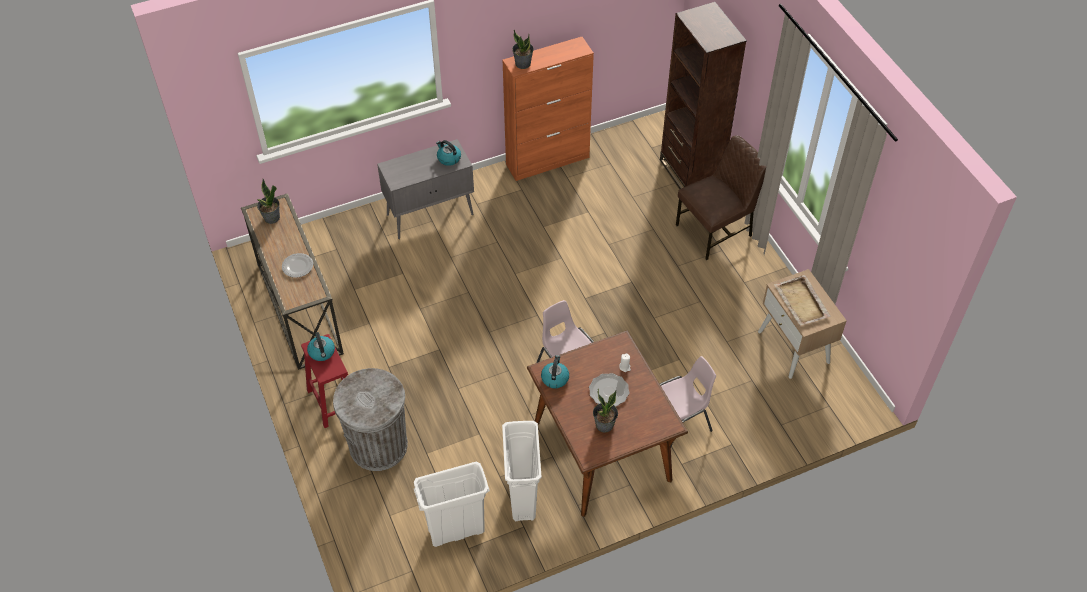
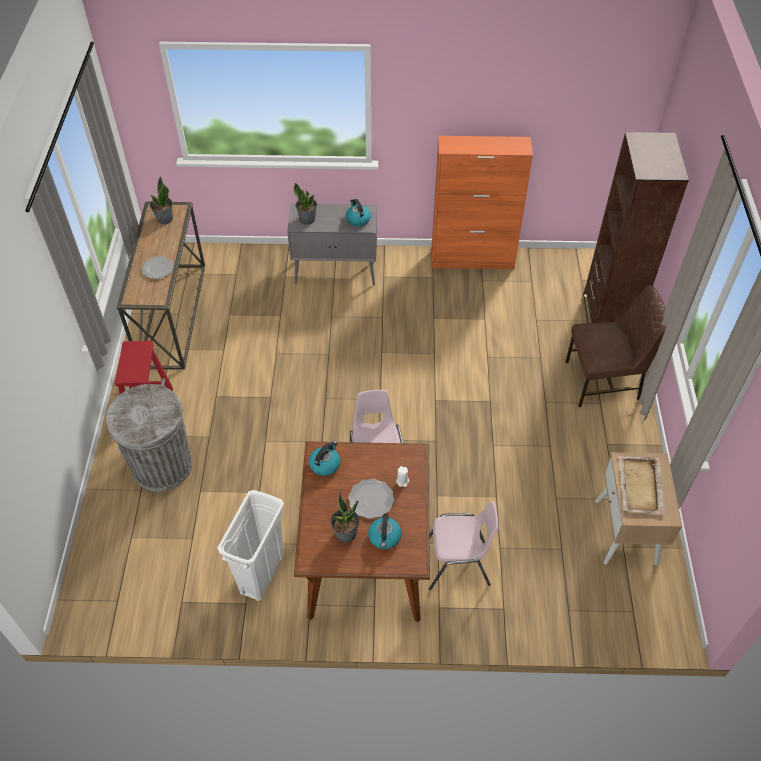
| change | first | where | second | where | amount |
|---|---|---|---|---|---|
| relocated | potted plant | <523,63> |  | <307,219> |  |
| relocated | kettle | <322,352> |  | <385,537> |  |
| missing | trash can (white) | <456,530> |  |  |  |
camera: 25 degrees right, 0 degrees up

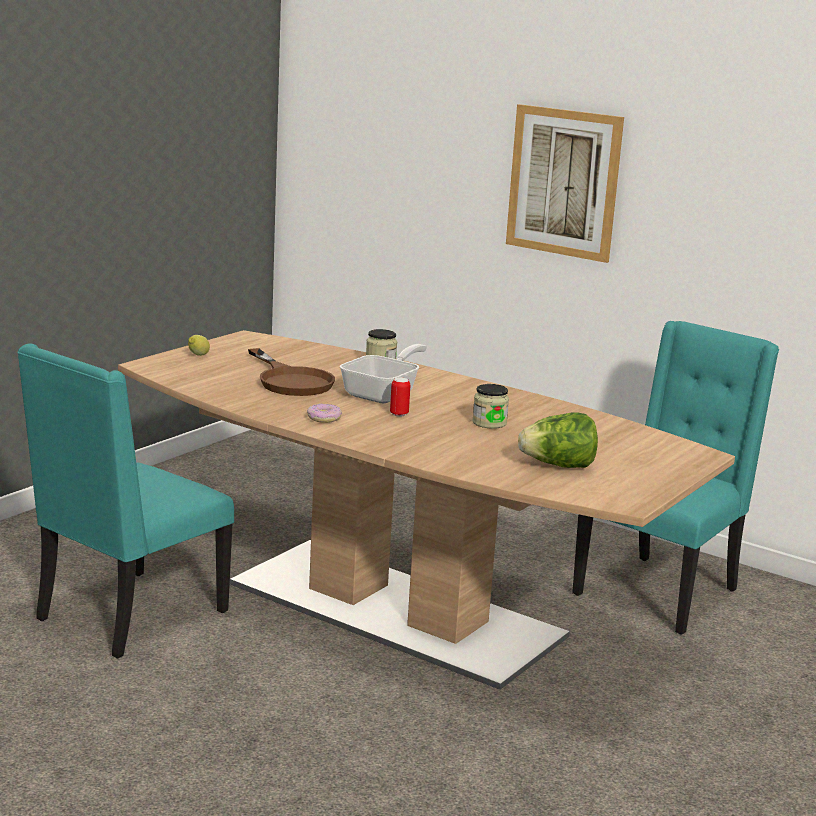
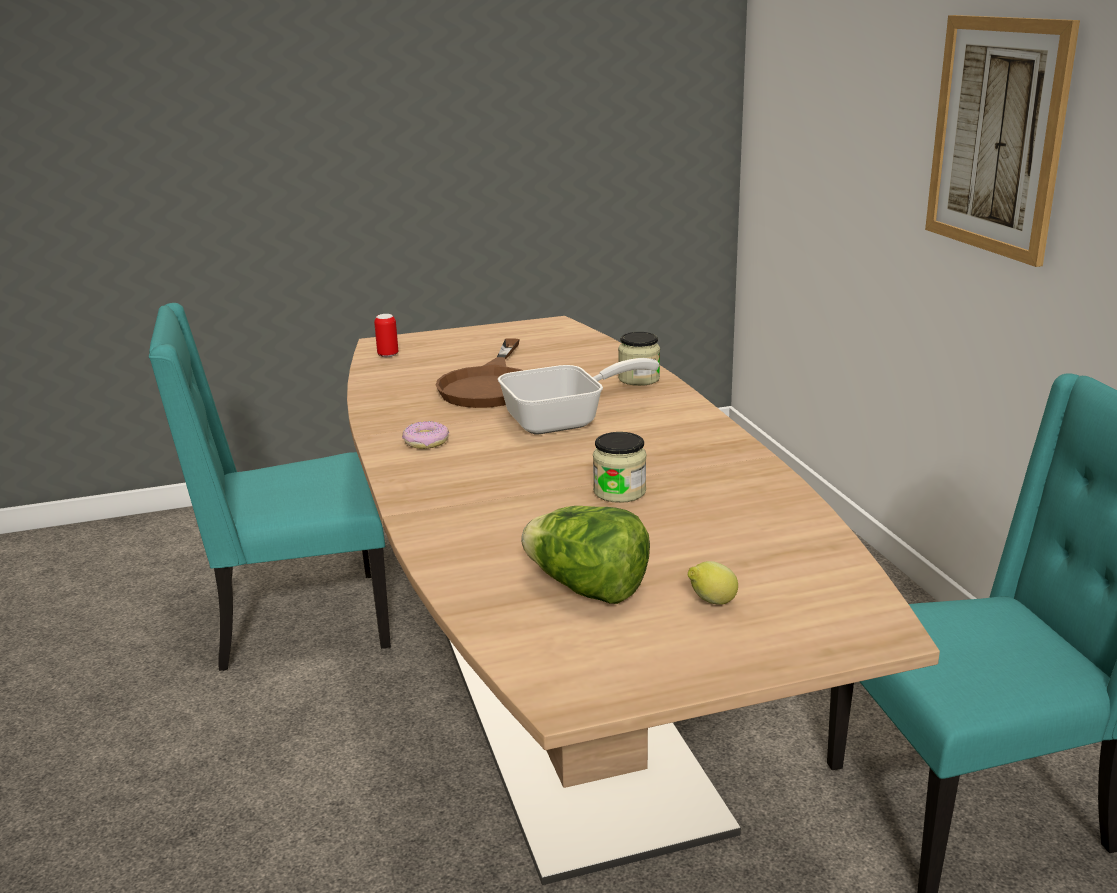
| change | first | where | second | where | amount |
|---|---|---|---|---|---|
| relocated | can | <399,414> |  | <388,355> |  |
| relocated | lemon | <197,355> |  | <711,603> |  |
camera: 40 degrees right, 5 degrees up

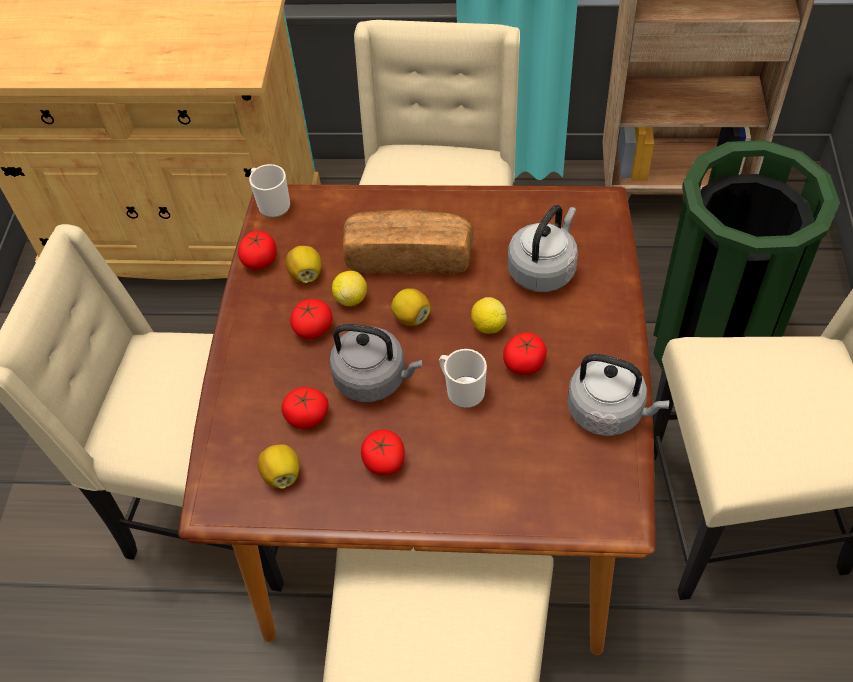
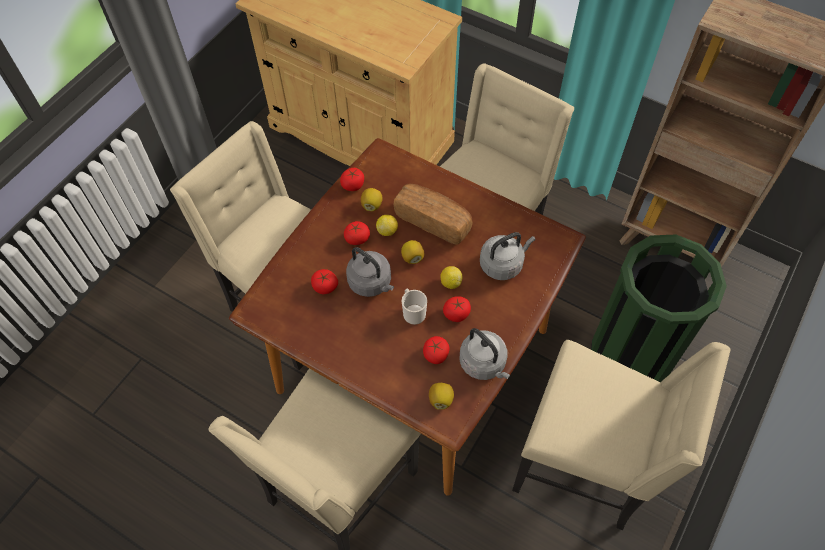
| change | first | where | second | where | amount |
|---|---|---|---|---|---|
| relocated | tomato | <384,461> |  | <435,354> |  |
| relocated | lemon | <282,474> |  | <441,399> |  |
| missing | mug | <271,204> |  |  |  |
camera: 25 degrees right, 5 degrees up

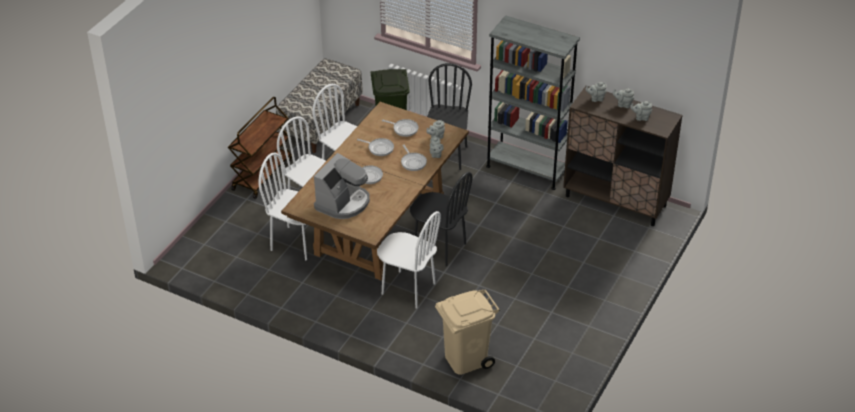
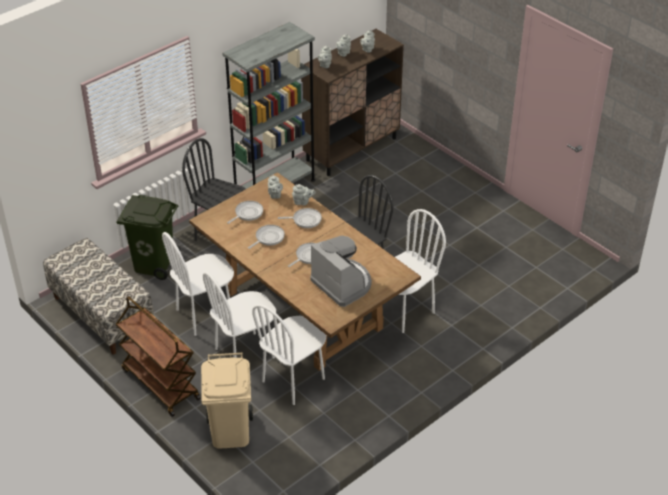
| change | first | where | second | where | amount |
|---|---|---|---|---|---|
| relocated | trash can (beige) | <465,358> |  | <229,432> |  |
camera: 70 degrees left, 0 degrees up

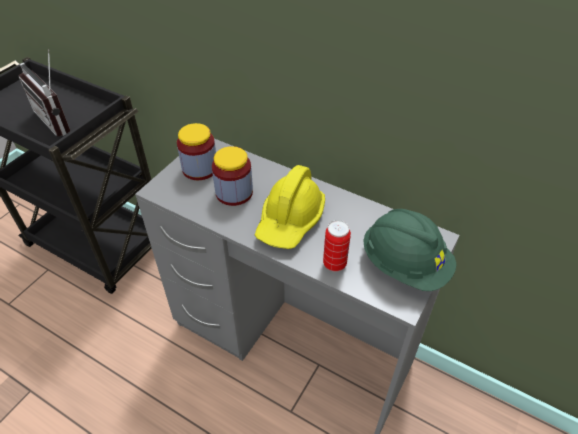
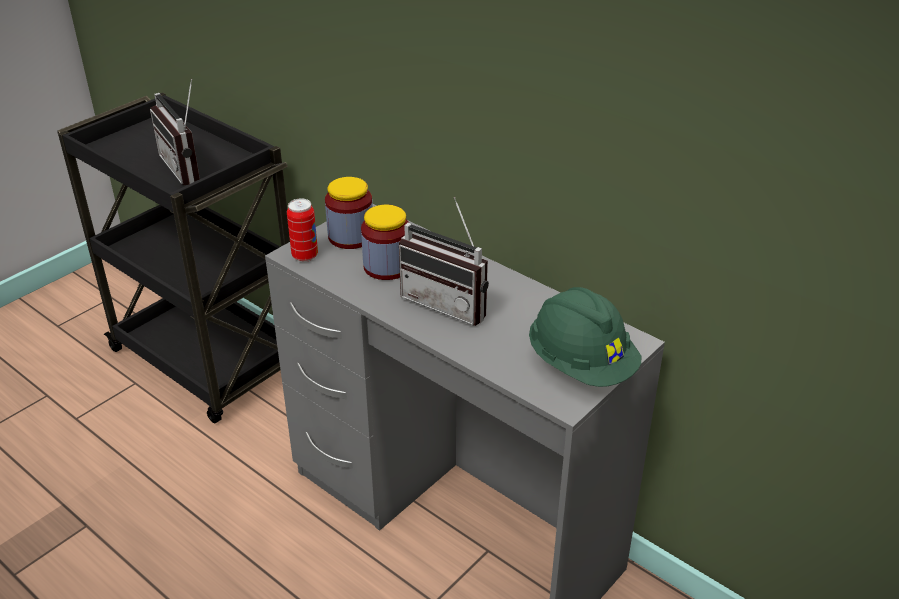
| change | first | where | second | where | amount |
|---|---|---|---|---|---|
| relocated | can | <334,264> |  | <305,256> |  |
| exchanged | hard hat (yellow) | <290,220> | radio | <450,303> |  |
camera: 10 degrees right, 10 degrees down

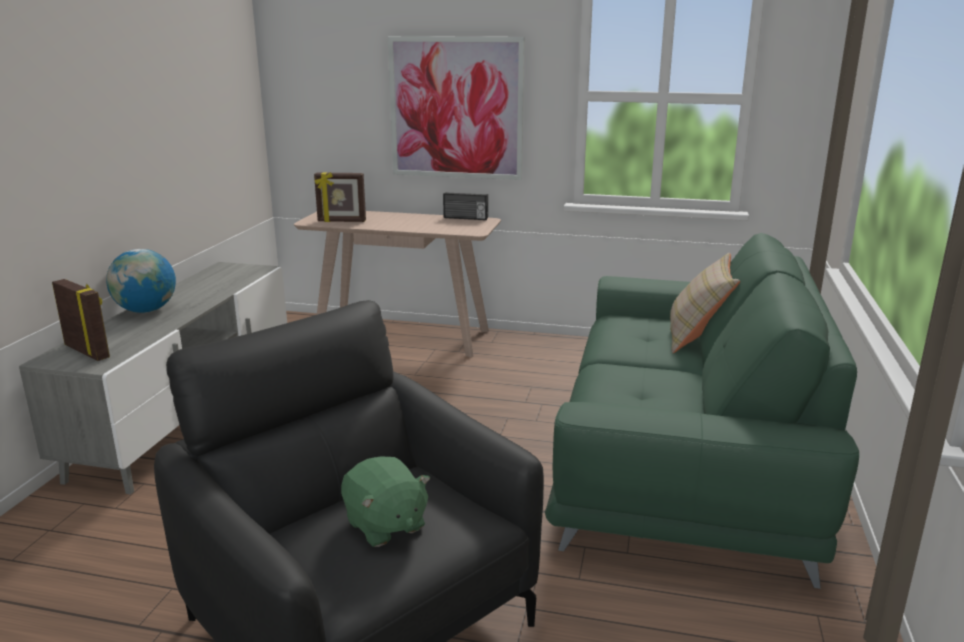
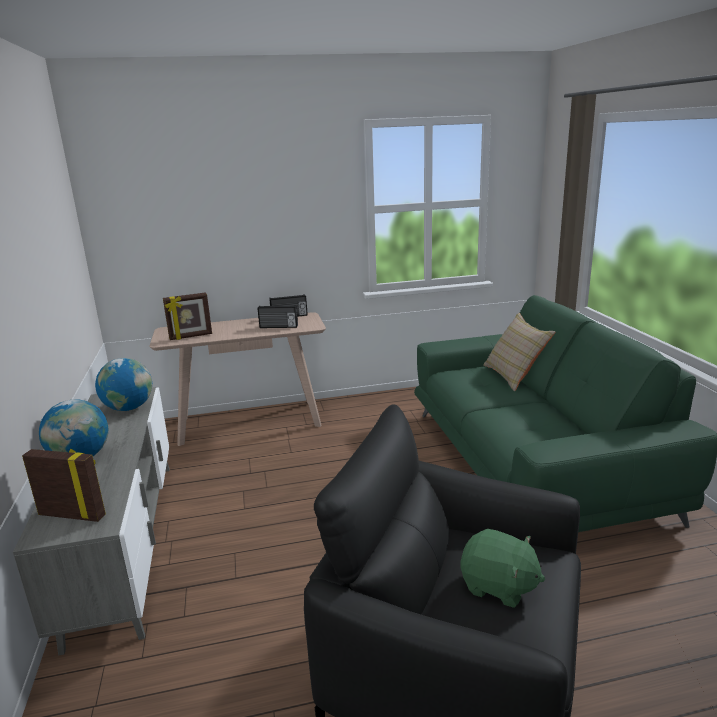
| change | first | where | second | where | amount |
|---|---|---|---|---|---|
| appeared |  |  | globe | <129,408> |  |
| appeared |  |  | radio | <278,327> |  |
| missing | picture | <456,108> |  |  |  |
camera: 25 degrees left, 0 degrees up

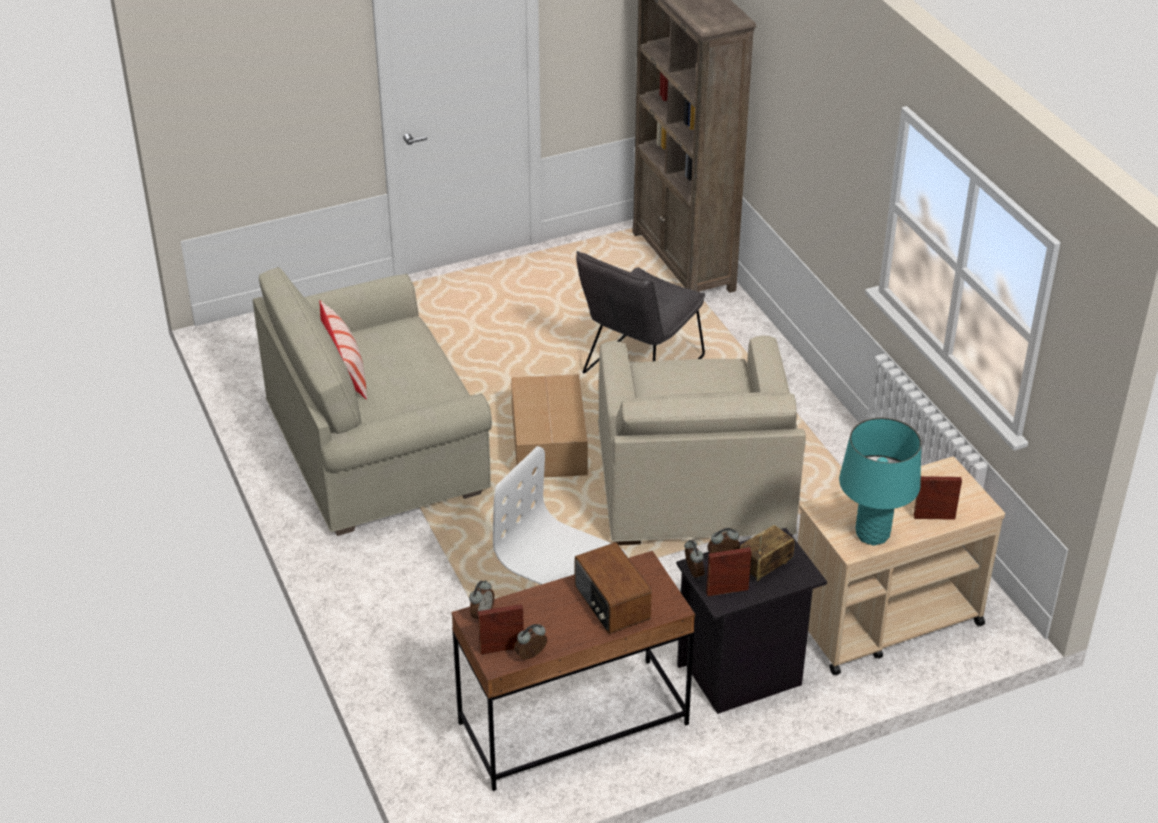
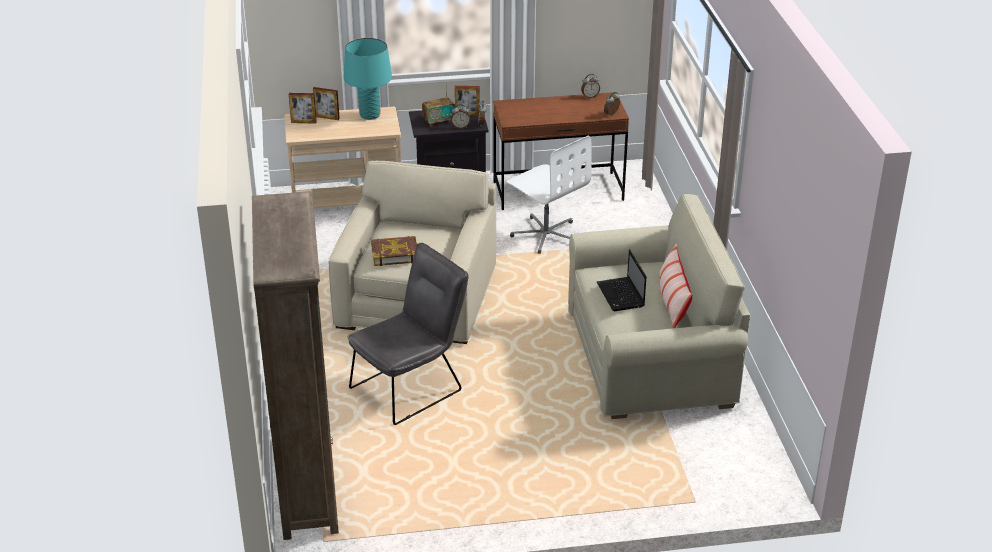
| change | first | where | second | where | amount |
|---|---|---|---|---|---|
| relocated | picture frame | <501,649> |  | <303,122> |  |
| appeared |  |  | book | <395,254> |  |
| appeared |  |  | laptop | <621,296> |  |
| missing | cardboard box | <548,444> |  |  |  |
| missing | radio | <611,603> |  |  |  |
camera: 165 degrees left, 5 degrees down

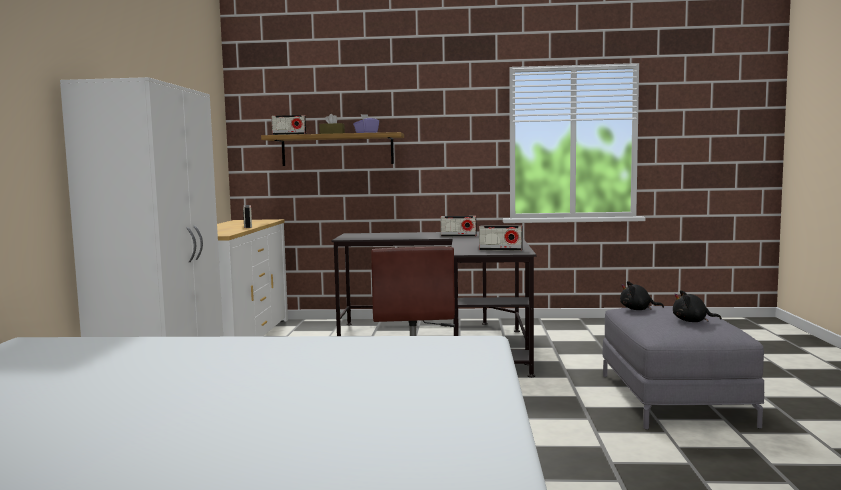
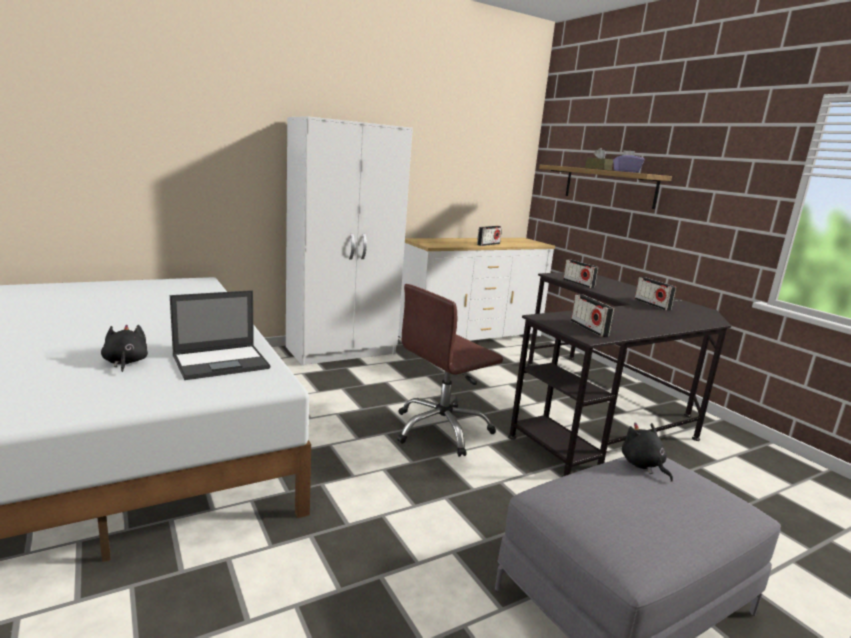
| change | first | where | second | where | amount |
|---|---|---|---|---|---|
| relocated | plush toy (black) | <692,321> |  | <125,362> |  |
| appeared |  |  | laptop | <222,362> |  |
| relocated | radio | <289,134> |  | <578,283> |  |
camera: 55 degrees right, 10 degrees up

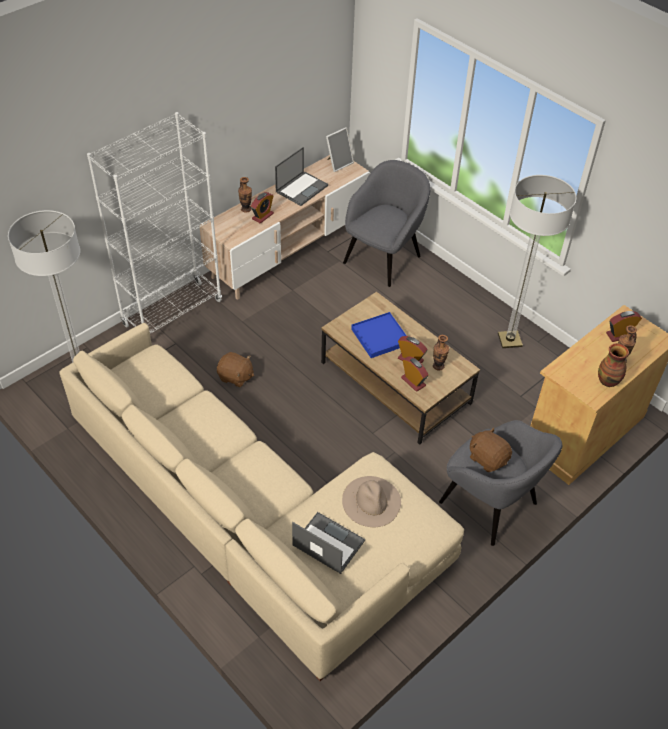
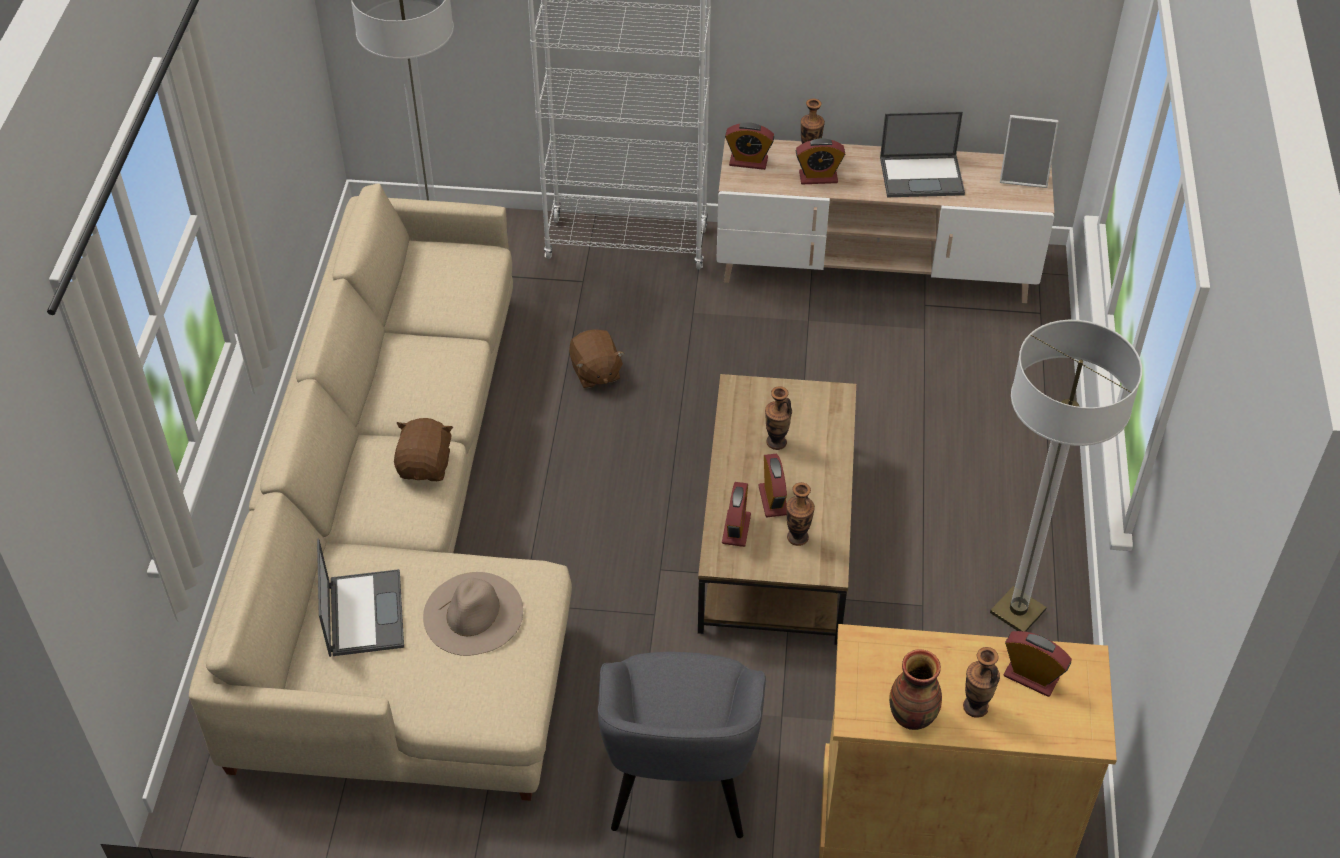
| change | first | where | second | where | amount |
|---|---|---|---|---|---|
| relocated | plush toy (brown) | <488,458> |  | <426,465> |  |
| appeared |  |  | alarm clock | <748,161> |  |
| exchanged | tray (blue) | <380,336> | vase | <776,442> |  |
| missing | armchair (grey) | <383,258> |  |  |  |
camera: 50 degrees right, 0 degrees up

